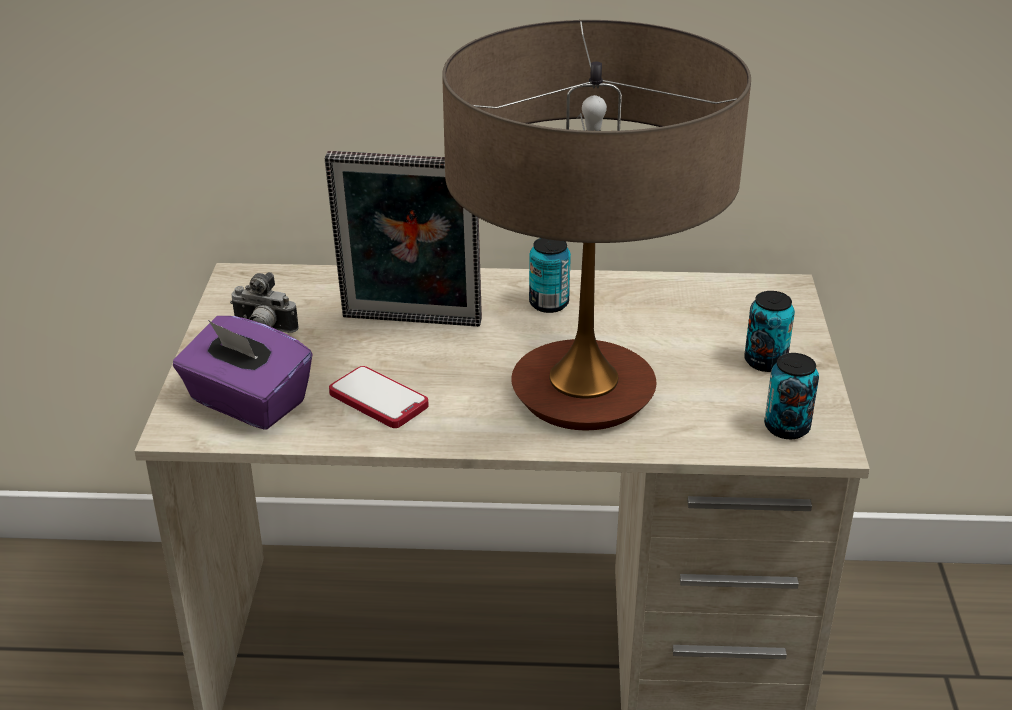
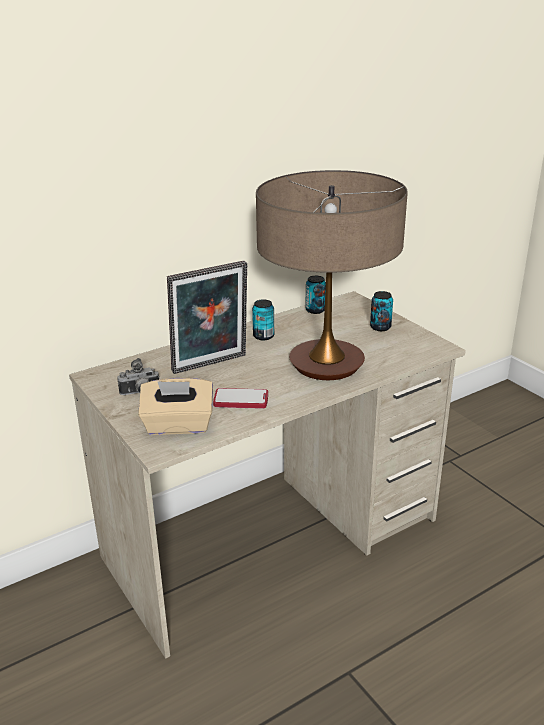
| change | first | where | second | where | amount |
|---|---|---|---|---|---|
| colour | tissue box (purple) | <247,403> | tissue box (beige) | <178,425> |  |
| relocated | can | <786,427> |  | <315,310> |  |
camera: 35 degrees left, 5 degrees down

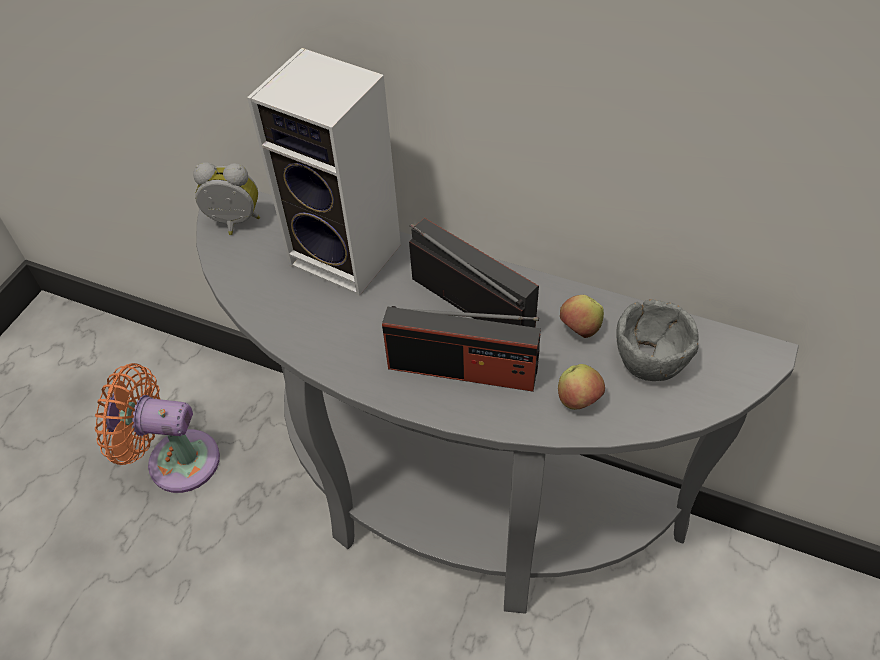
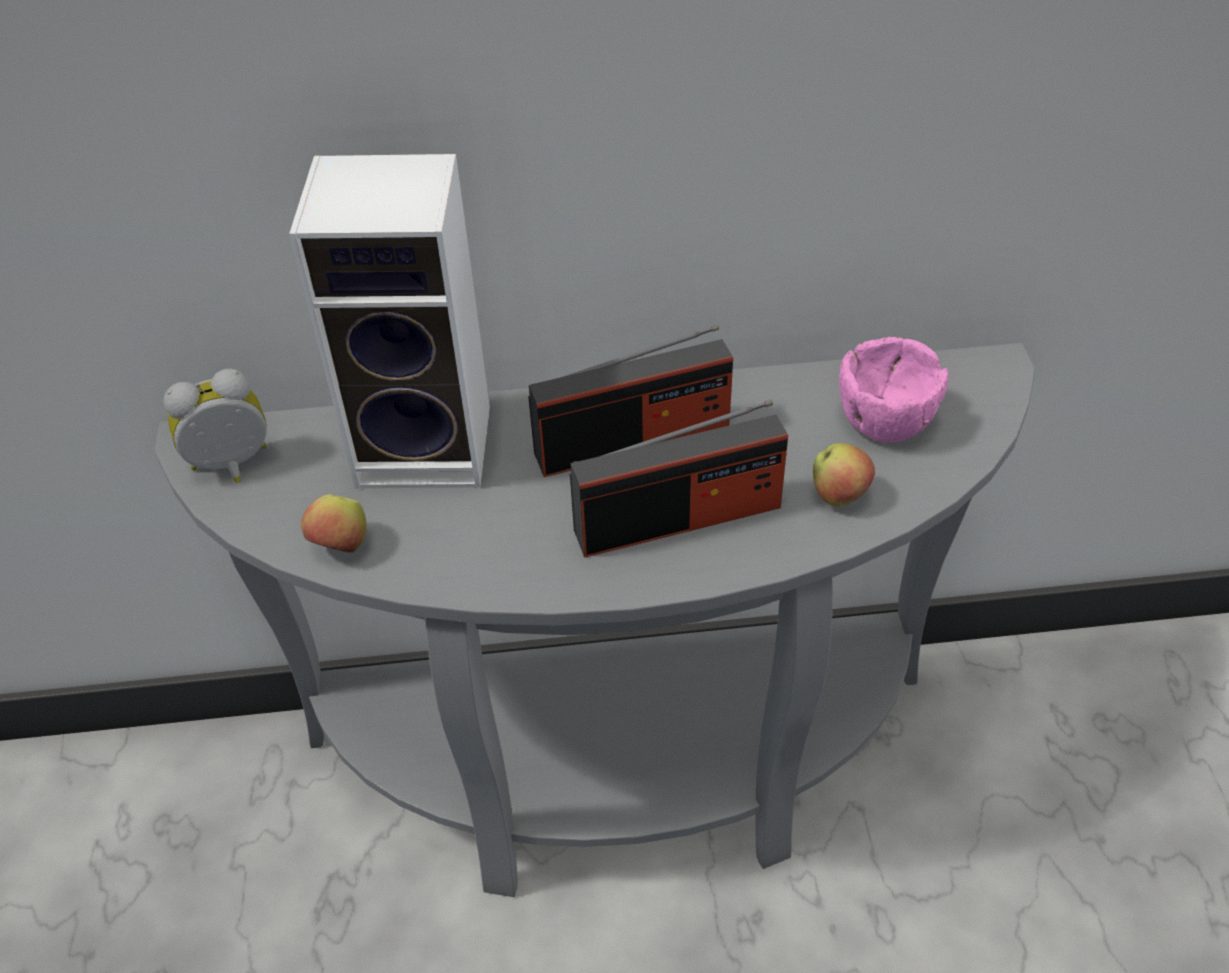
| change | first | where | second | where | amount |
|---|---|---|---|---|---|
| relocated | apple | <579,330> |  | <341,546> |  |
| spun | radio | <471,304> |  | <633,441> | 150 degrees clockwise |
| colour | bowl (grey) | <649,361> | bowl (pink) | <884,421> |  |
| missing | fan (orange) | <176,460> |  |  |  |
camera: 30 degrees left, 5 degrees down

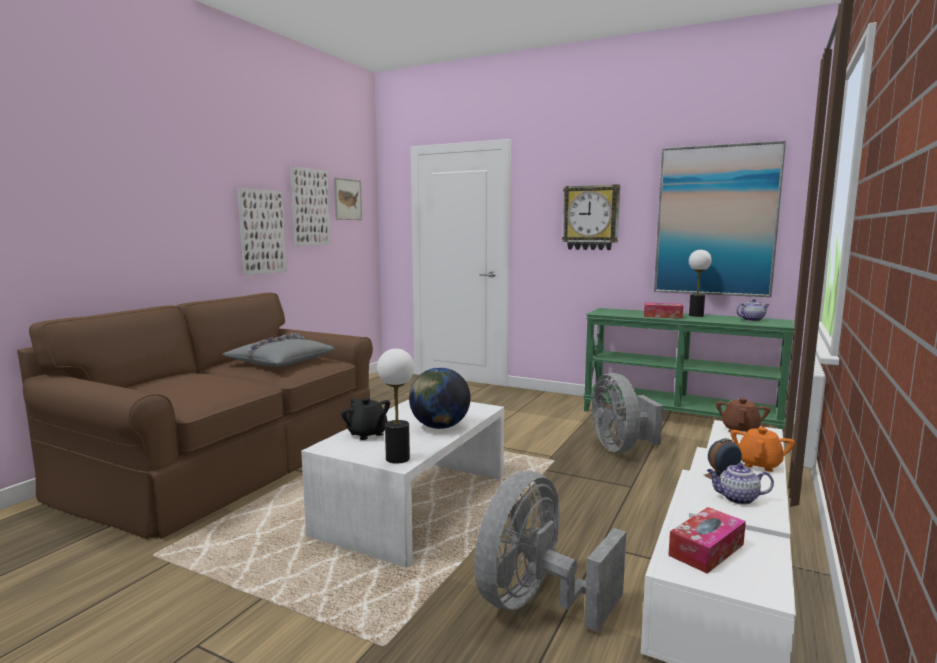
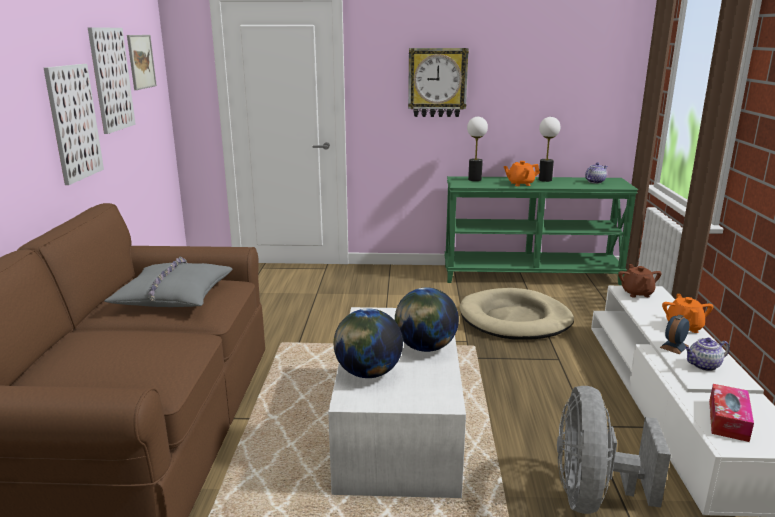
| change | first | where | second | where | amount |
|---|---|---|---|---|---|
| exchanged | teapot (black) | <367,434> | globe | <368,373> |  |
| exchanged | fan (grey) | <621,448> | dog bed (beige) | <515,319> |  |
| relocated | table lamp | <398,458> |  | <475,179> |  |
| exchanged | tissue box | <662,316> | teapot (orange) | <520,184> |  |
| missing | picture | <715,221> |  |  |  |
camera: 25 degrees left, 10 degrees up

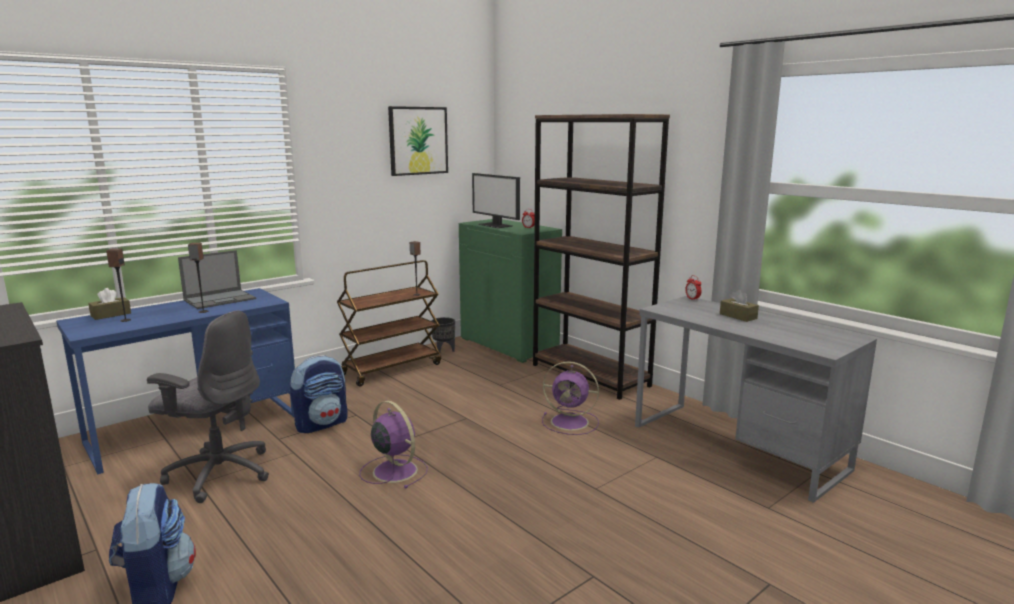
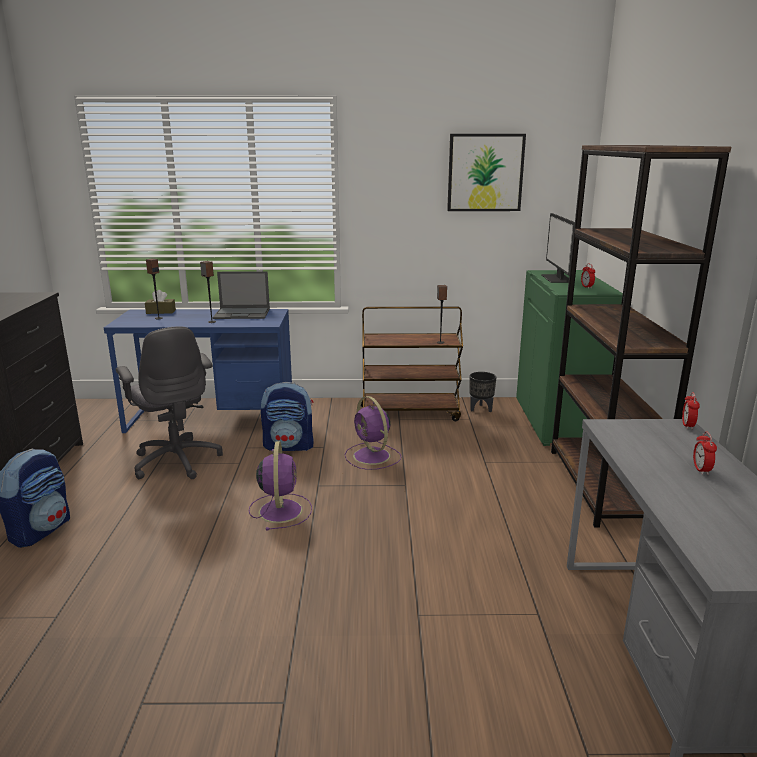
| change | first | where | second | where | amount |
|---|---|---|---|---|---|
| relocated | fan (purple) | <571,422> |  | <372,457> |  |
| exchanged | tissue box (brown) | <738,316> | alarm clock | <701,470> |  |
camera: 40 degrees right, 5 degrees up

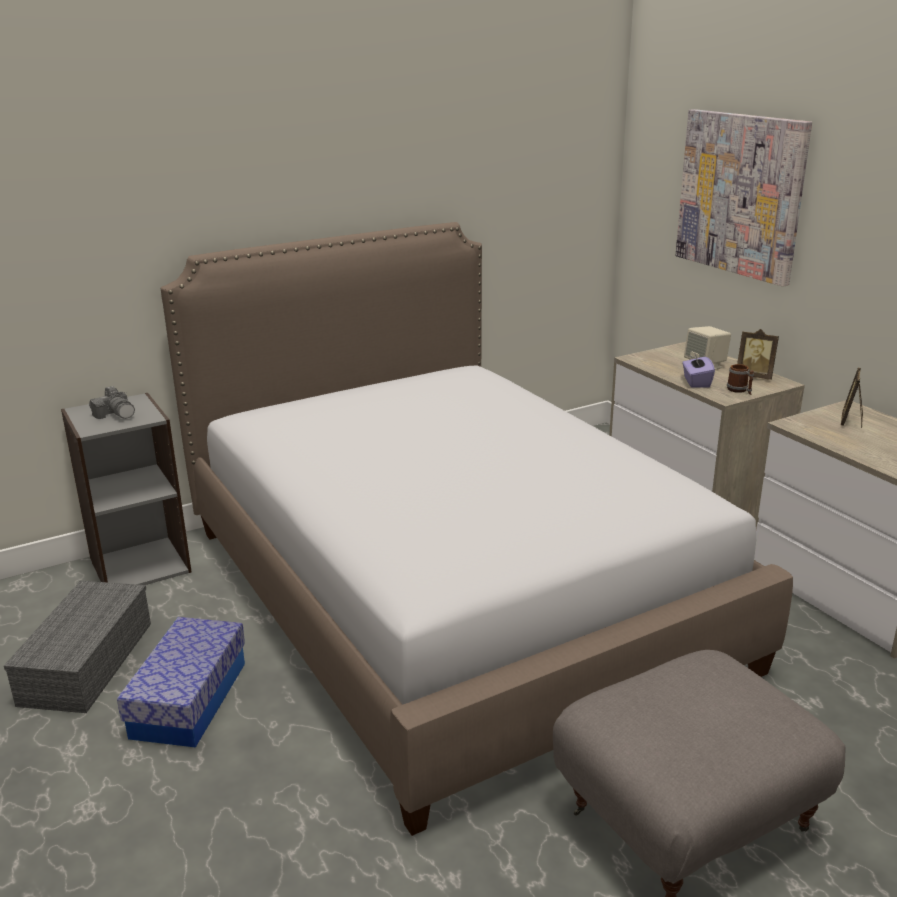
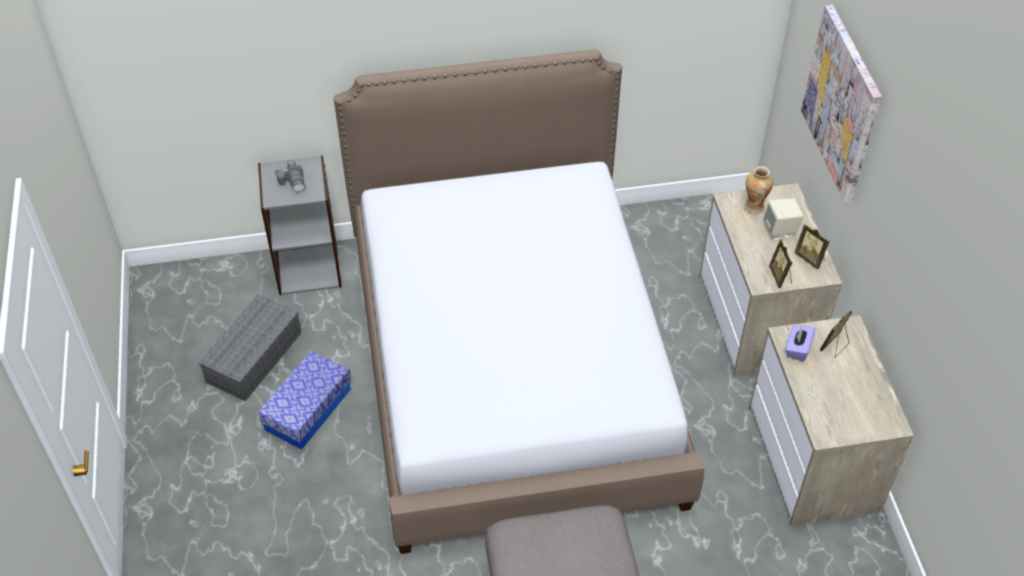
| change | first | where | second | where | amount |
|---|---|---|---|---|---|
| appeared |  |  | vase | <754,207> |  |
| exchanged | mug | <740,390> | picture frame | <780,276> |  |
| relocated | tissue box (purple) | <696,382> |  | <797,349> |  |
camera: 20 degrees right, 25 degrees up

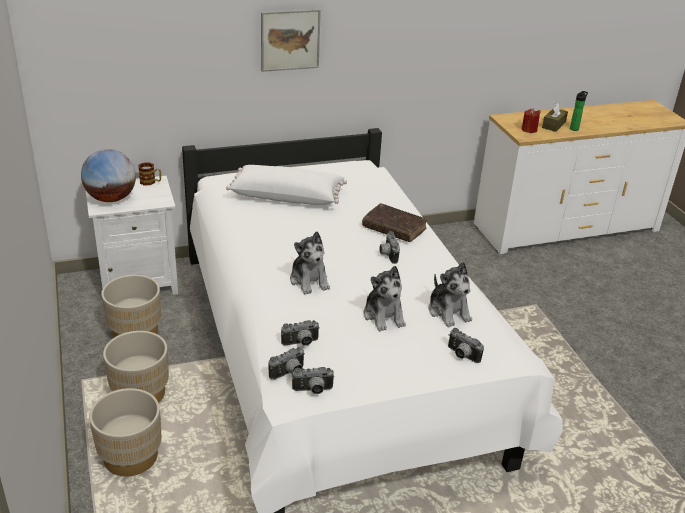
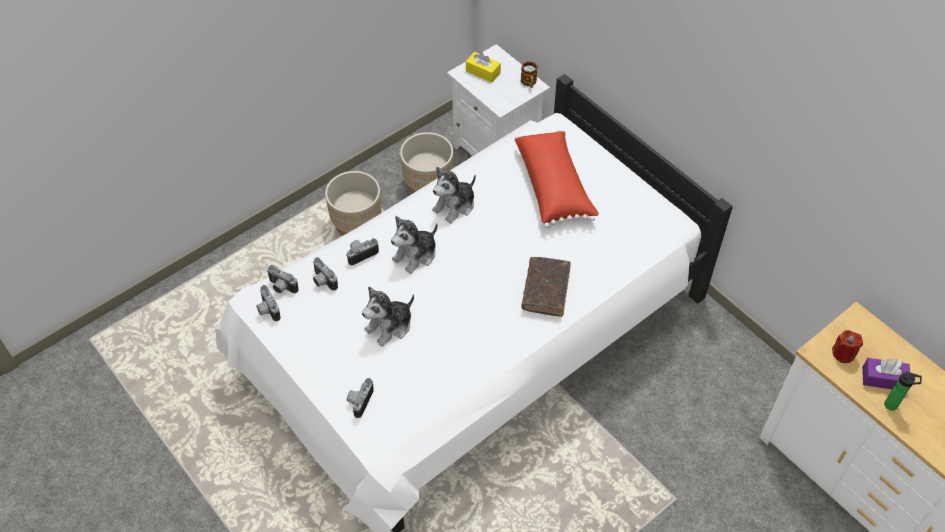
| change | first | where | second | where | amount |
|---|---|---|---|---|---|
| relocated | photo camera | <387,255> |  | <361,254> |  |
| relocated | plush toy | <448,311> |  | <455,206> |  |
| exchanged | globe | <111,198> | tissue box (yellow) | <483,72> |  |
| colour | pillow (white) | <287,196> | pillow (red) | <554,186> |  |
| colour | tissue box (brown) | <553,125> | tissue box (purple) | <883,379> |  |
| missing | planter (beige) | <131,457> |  |  |  |
| missing | picture | <290,40> |  |  |  |
camera: 70 degrees right, 20 degrees up

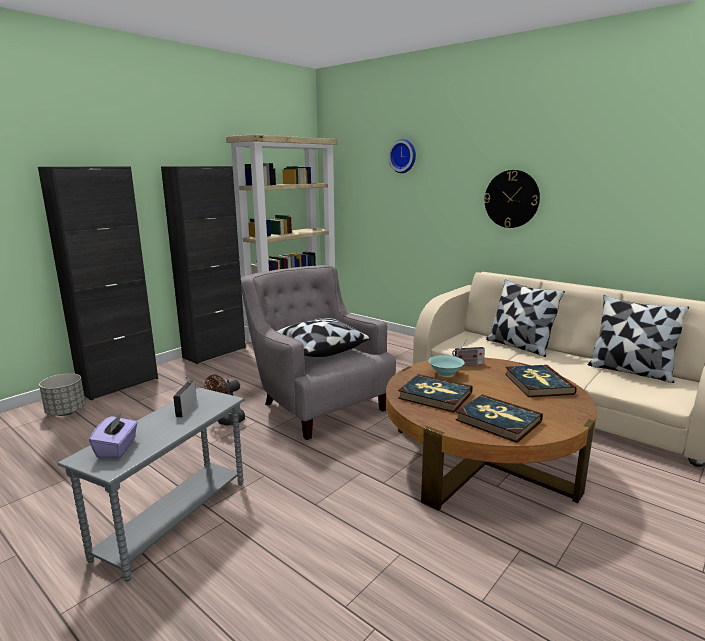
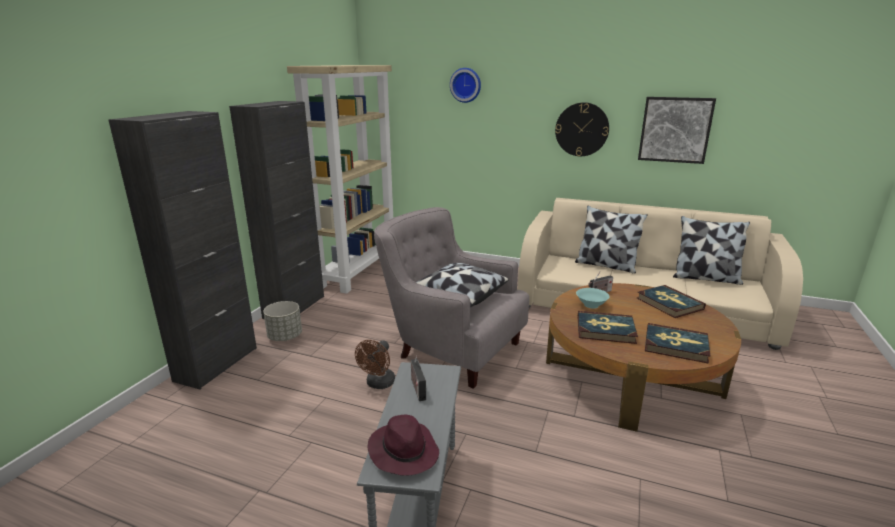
| change | first | where | second | where | amount |
|---|---|---|---|---|---|
| relocated | planter (grey) | <66,412> |  | <285,337> |  |
| exchanged | tissue box (purple) | <117,449> | hat (purple) | <403,451> |  |
| appeared |  |  | picture | <675,130> |  |
camera: 20 degrees left, 5 degrees up

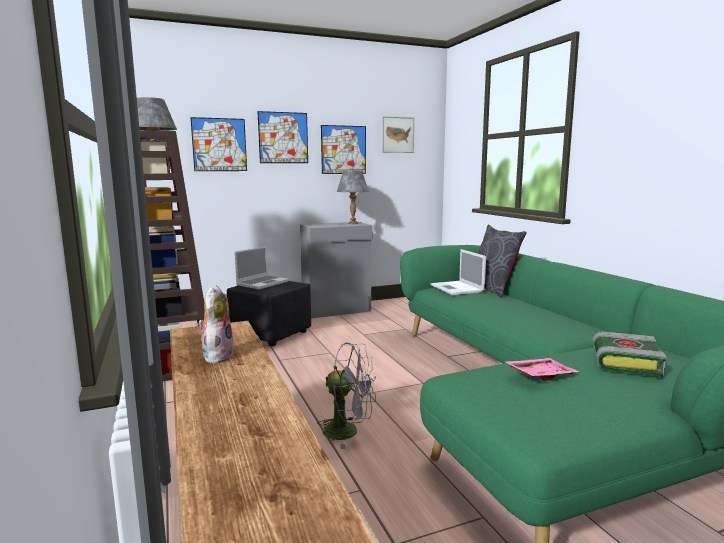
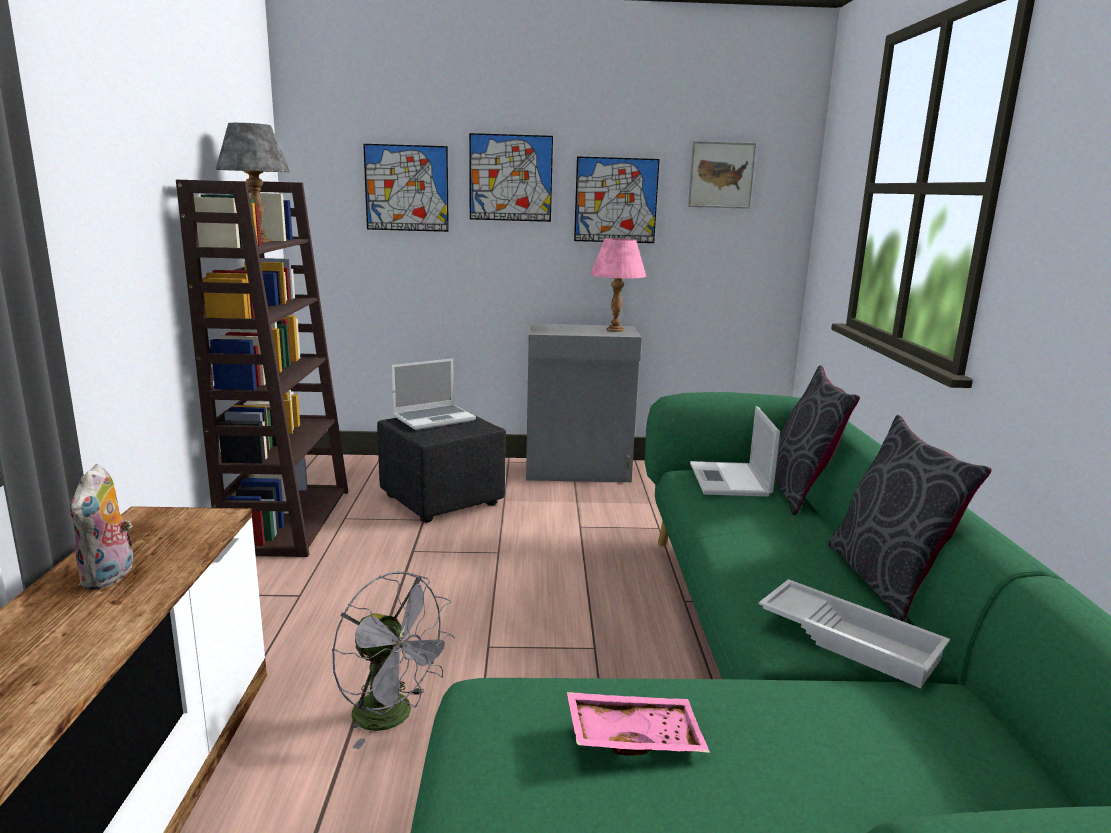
| change | first | where | second | where | amount |
|---|---|---|---|---|---|
| spun | plush toy | <217,356> |  | <110,577> | 150 degrees clockwise |
| colour | table lamp (grey) | <353,223> | table lamp (pink) | <615,330> |  |
| appeared |  |  | tray (white) | <850,639> |  |
| appeared |  |  | pillow (grey) | <886,581> |  |
| missing | book | <624,361> |  |  |  |
camera: 20 degrees right, 5 degrees up

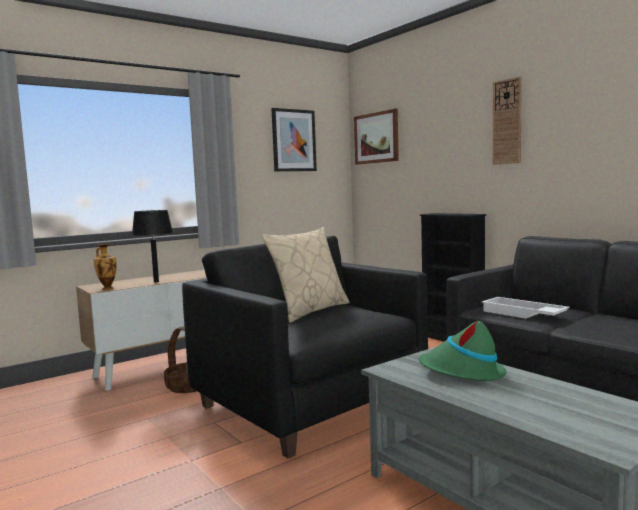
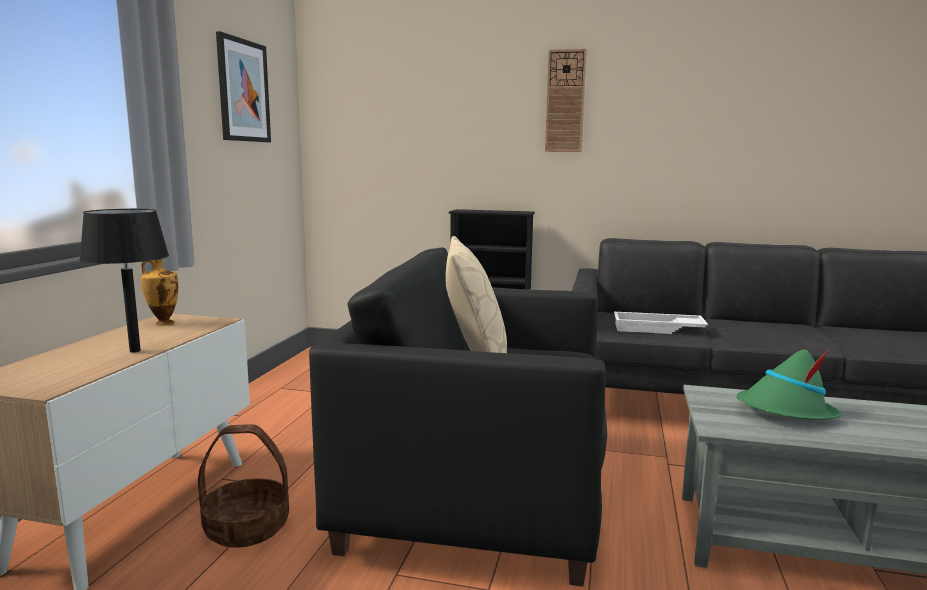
| change | first | where | second | where | amount |
|---|---|---|---|---|---|
| relocated | vase | <107,288> |  | <163,323> |  |
| missing | picture | <376,138> |  |  |  |
camera: 40 degrees left, 5 degrees up

